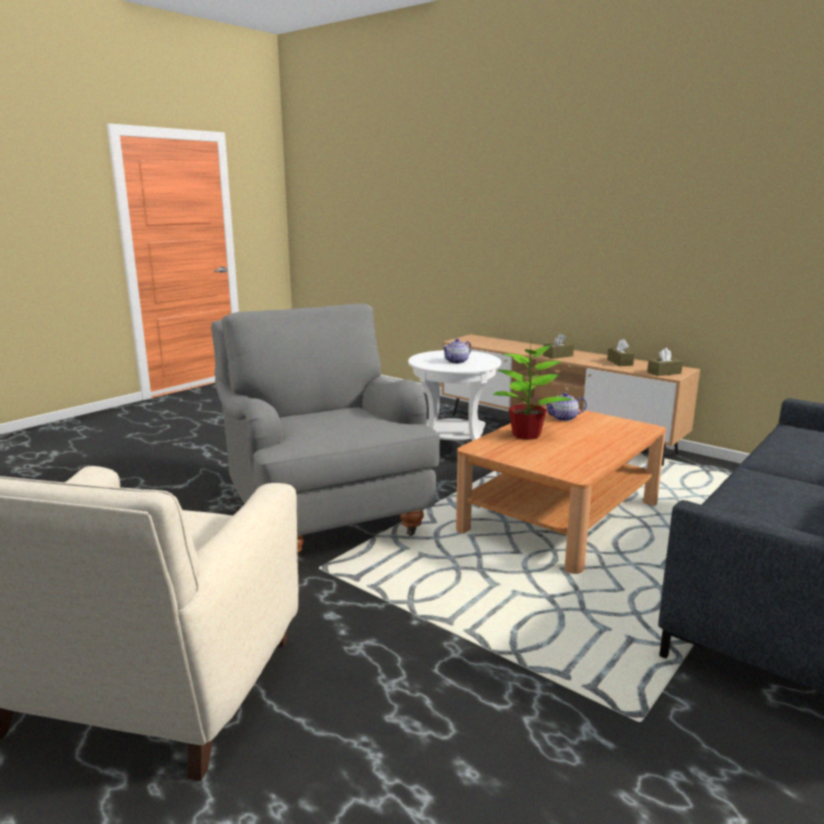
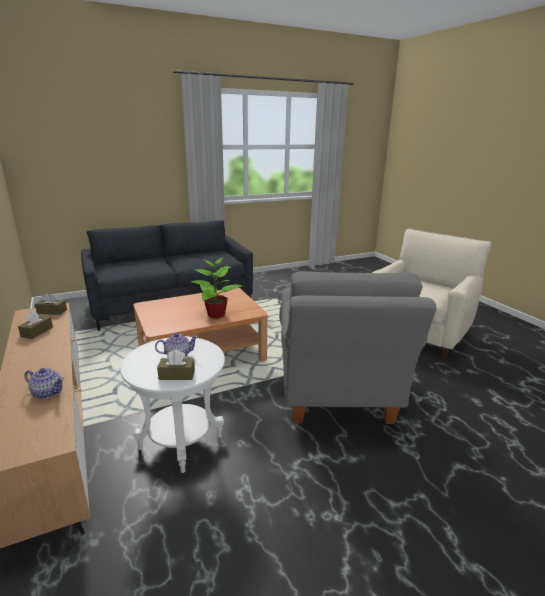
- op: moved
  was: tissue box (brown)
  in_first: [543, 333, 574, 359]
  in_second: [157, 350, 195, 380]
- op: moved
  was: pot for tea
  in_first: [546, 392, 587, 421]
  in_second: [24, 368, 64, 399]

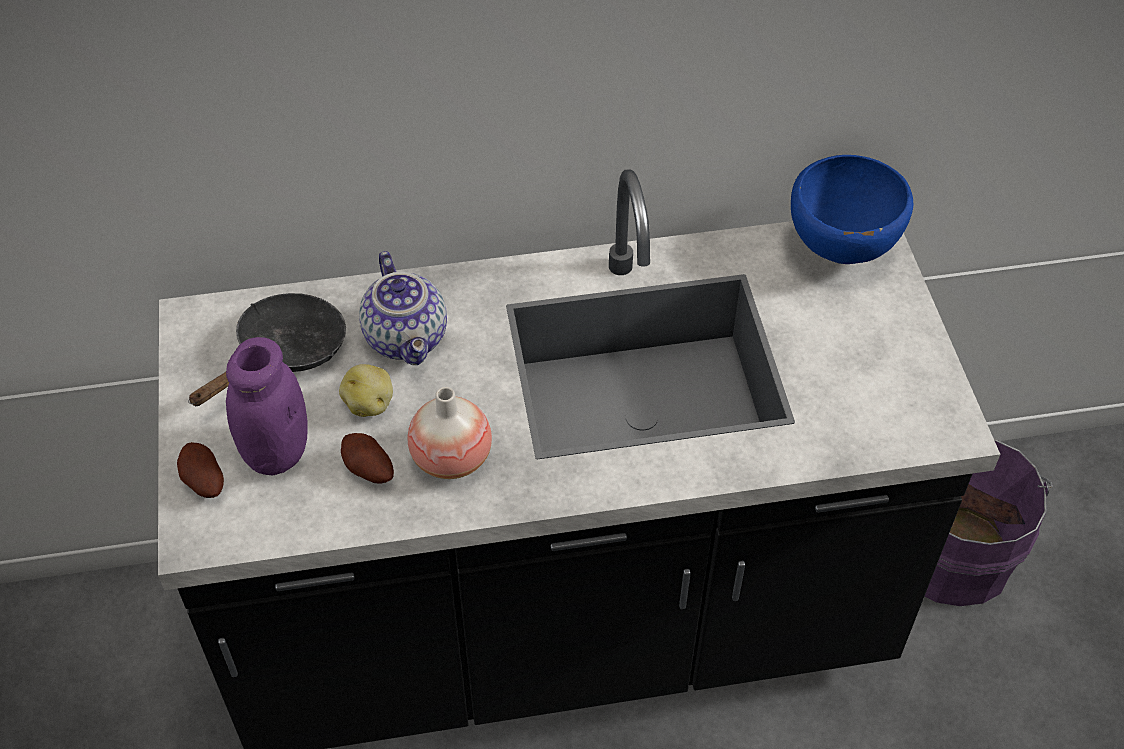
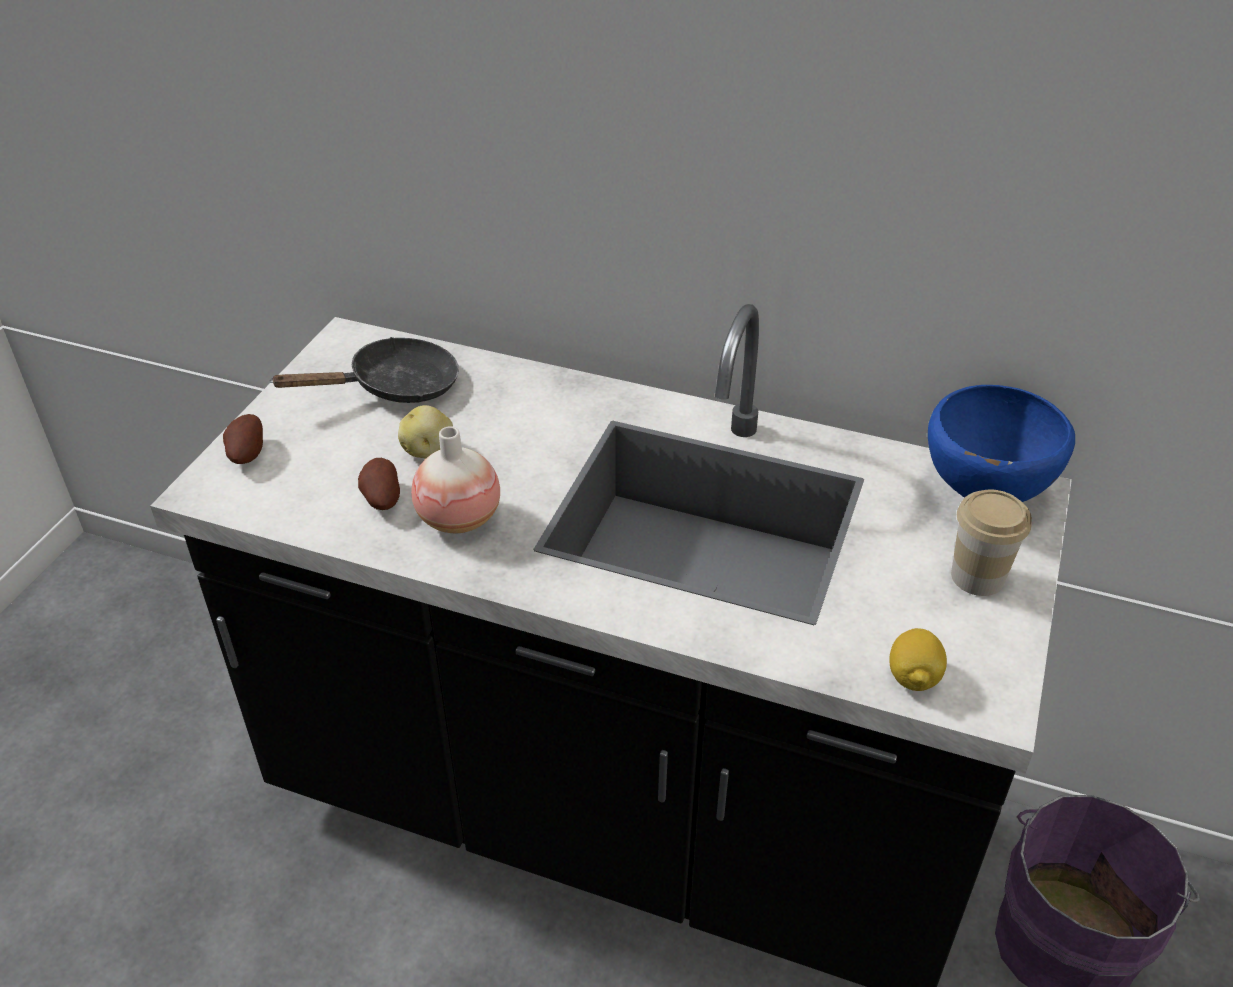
- op: removed
  was: jar (purple-coloured)
  in_first: [226, 337, 307, 475]
- op: removed
  was: pot for tea
  in_first: [359, 251, 447, 365]
- op: added
  now: lemon
  in_second: [889, 628, 947, 691]
- op: added
  now: cup
  in_second: [951, 490, 1032, 596]

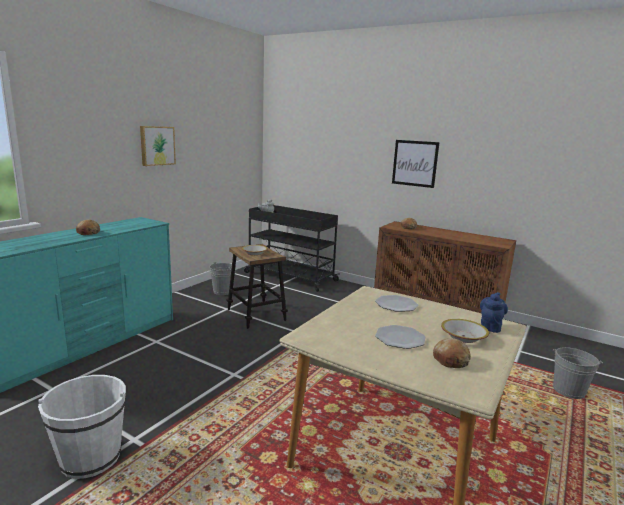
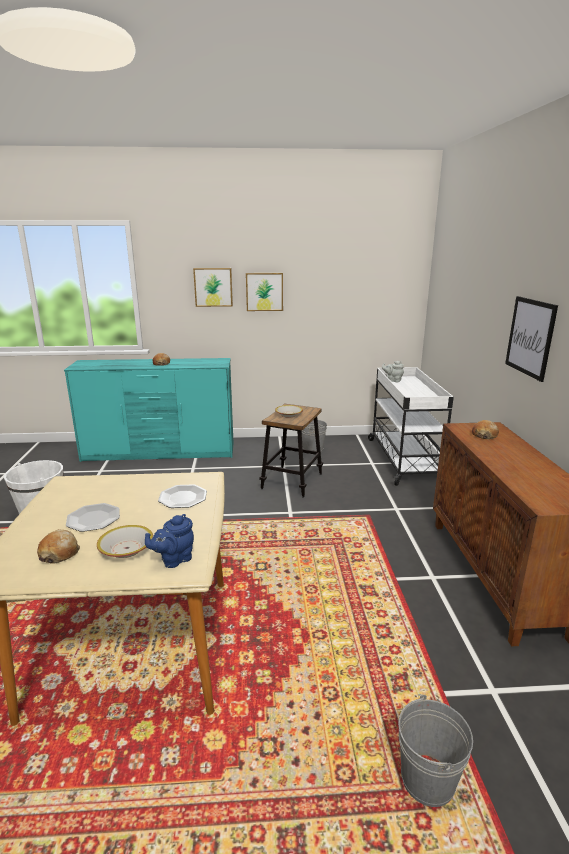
- op: added
  now: picture
  in_second: [193, 268, 233, 307]
- op: recoloured
  was: cart (black-coloured)
  now: cart (white-coloured)
  in_first: [244, 205, 340, 292]
  in_second: [368, 367, 454, 486]
- op: turned
  was: pot for tea (blue)
  in_first: [480, 292, 508, 333]
  in_second: [145, 514, 194, 568]
  clockwise: 150

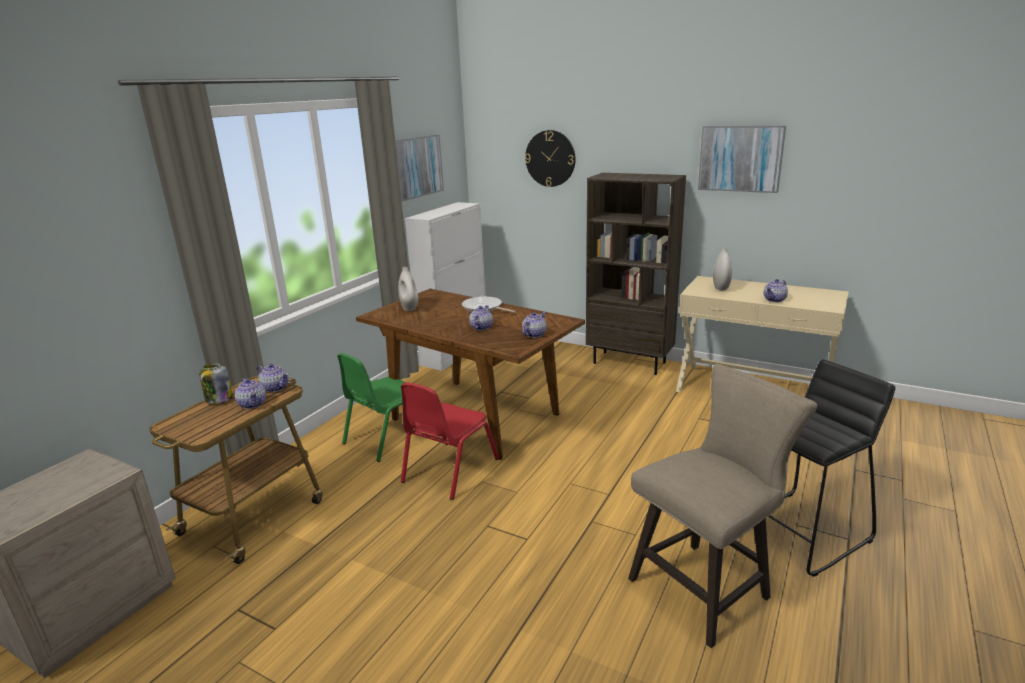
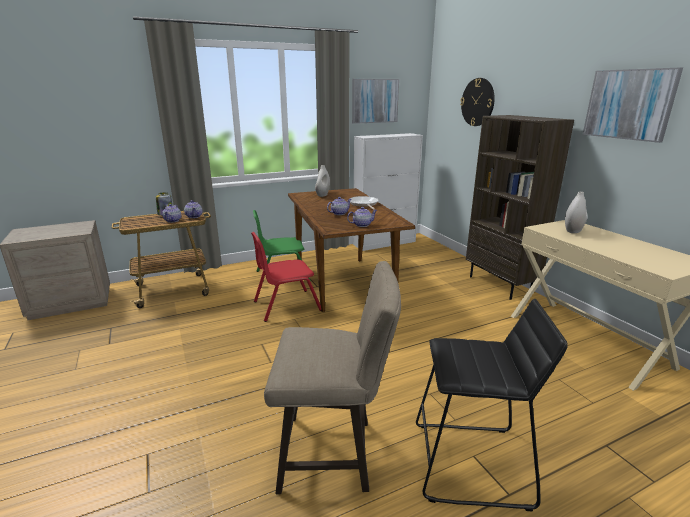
- op: removed
  was: pot for tea
  in_first: [764, 279, 788, 302]

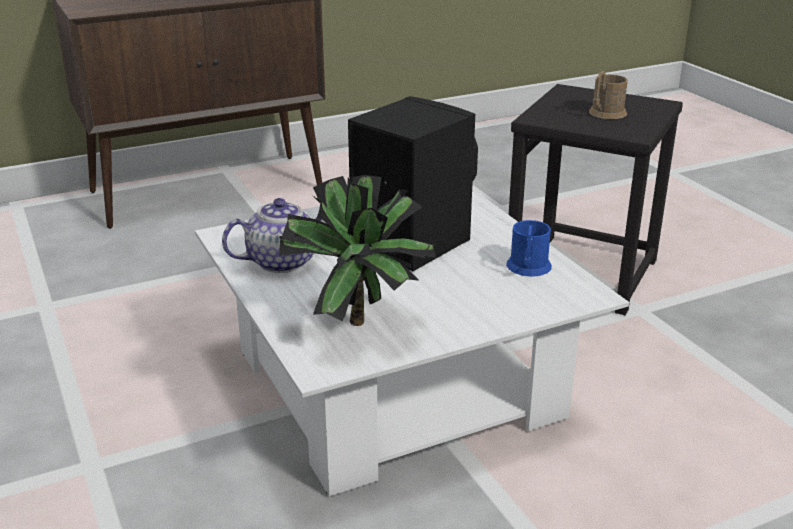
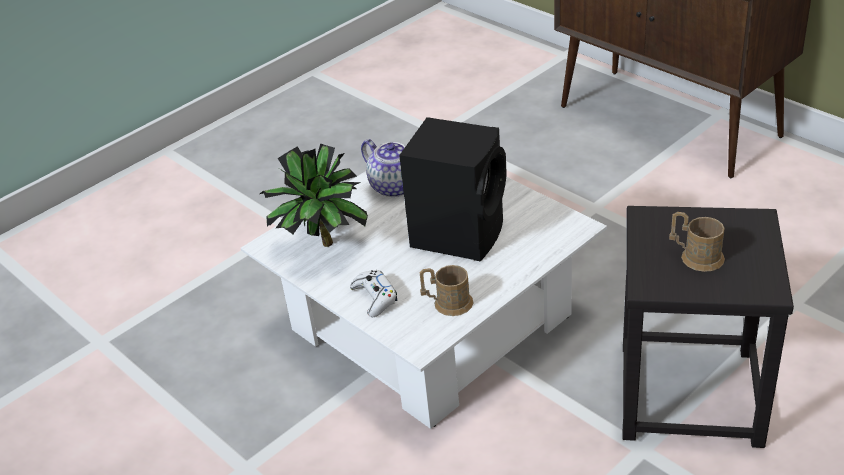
- op: added
  now: game controller (white-coloured)
  in_second: [350, 270, 398, 317]
- op: recoloured
  was: tea mug (blue)
  now: tea mug (brown)
  in_first: [506, 220, 552, 277]
  in_second: [419, 265, 473, 316]

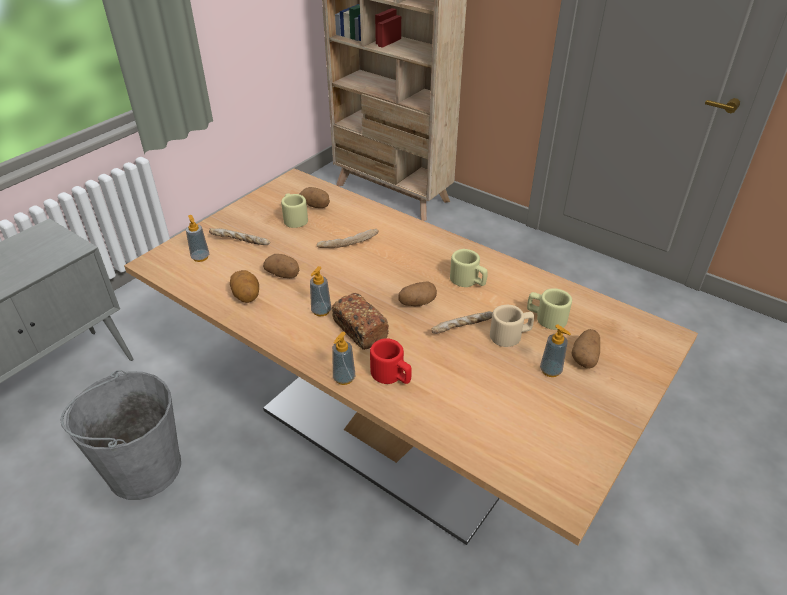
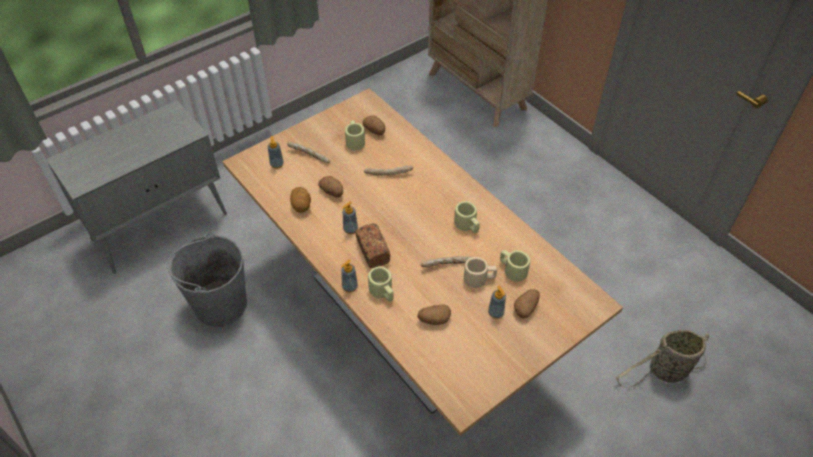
- op: added
  now: household basket
  in_second: [616, 330, 709, 388]
- op: moved
  was: whole potato
  in_first: [398, 281, 437, 306]
  in_second: [417, 305, 451, 325]
- op: recoloured
  was: tea mug (red)
  now: tea mug (sand-coloured)
  in_first: [370, 338, 412, 384]
  in_second: [368, 266, 394, 301]

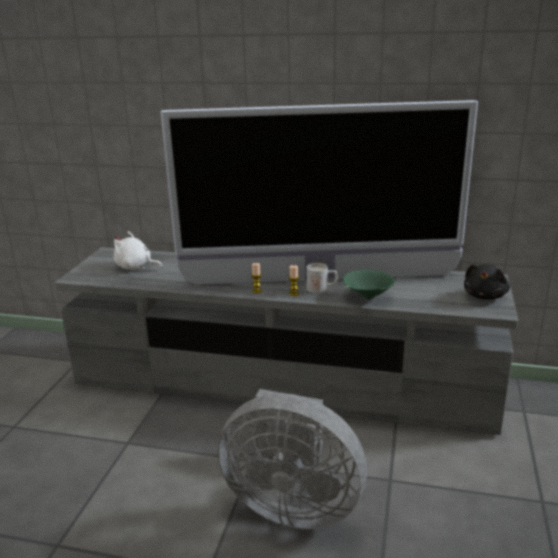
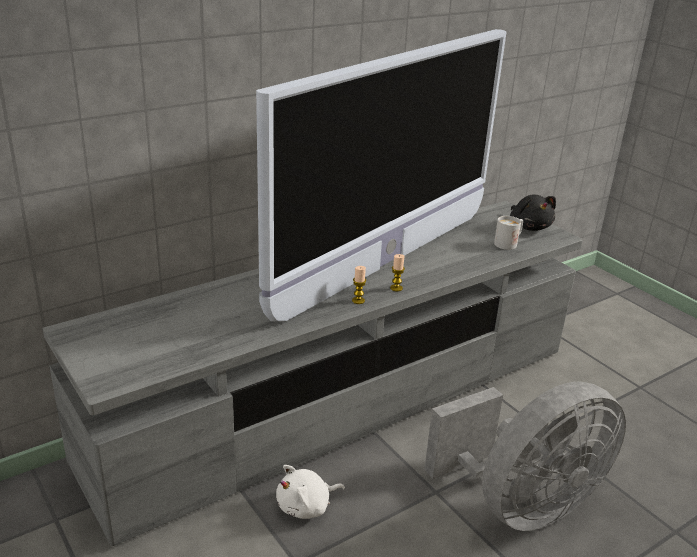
- op: removed
  was: serving bowl (green-coloured)
  in_first: [343, 270, 395, 299]
- op: moved
  was: plush toy (white-coloured)
  in_first: [113, 231, 163, 270]
  in_second: [276, 465, 345, 519]
- op: moved
  was: tea mug (white-coloured)
  in_first: [307, 263, 337, 293]
  in_second: [494, 216, 523, 250]

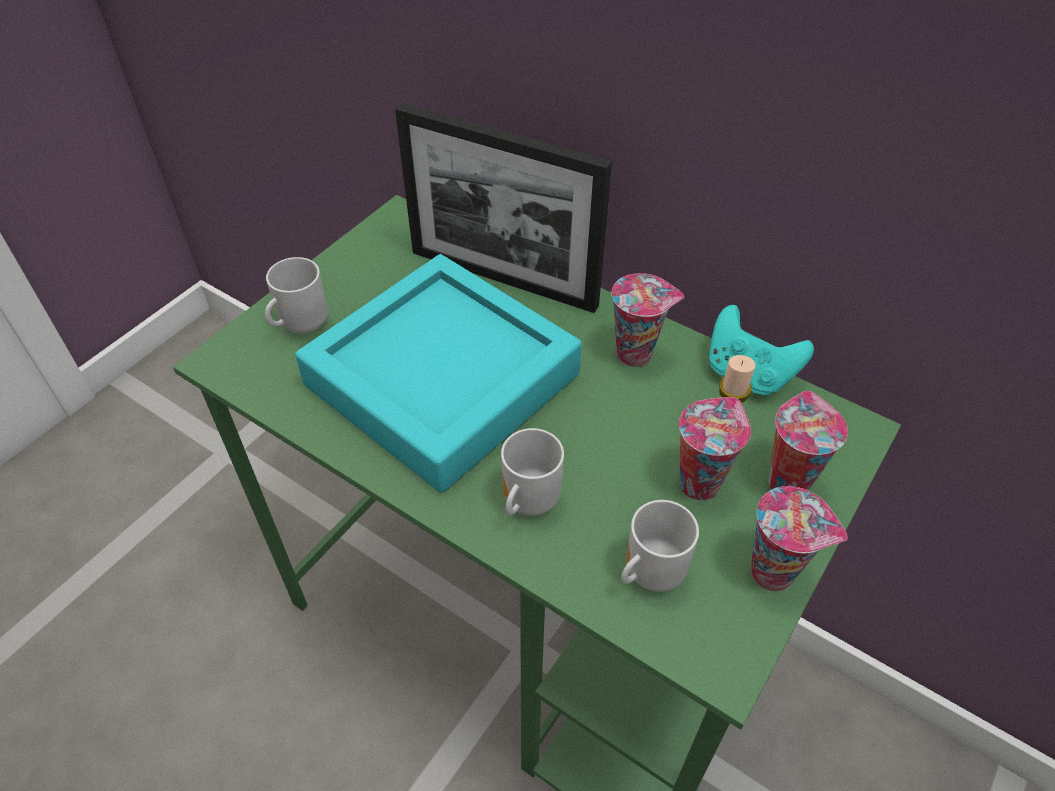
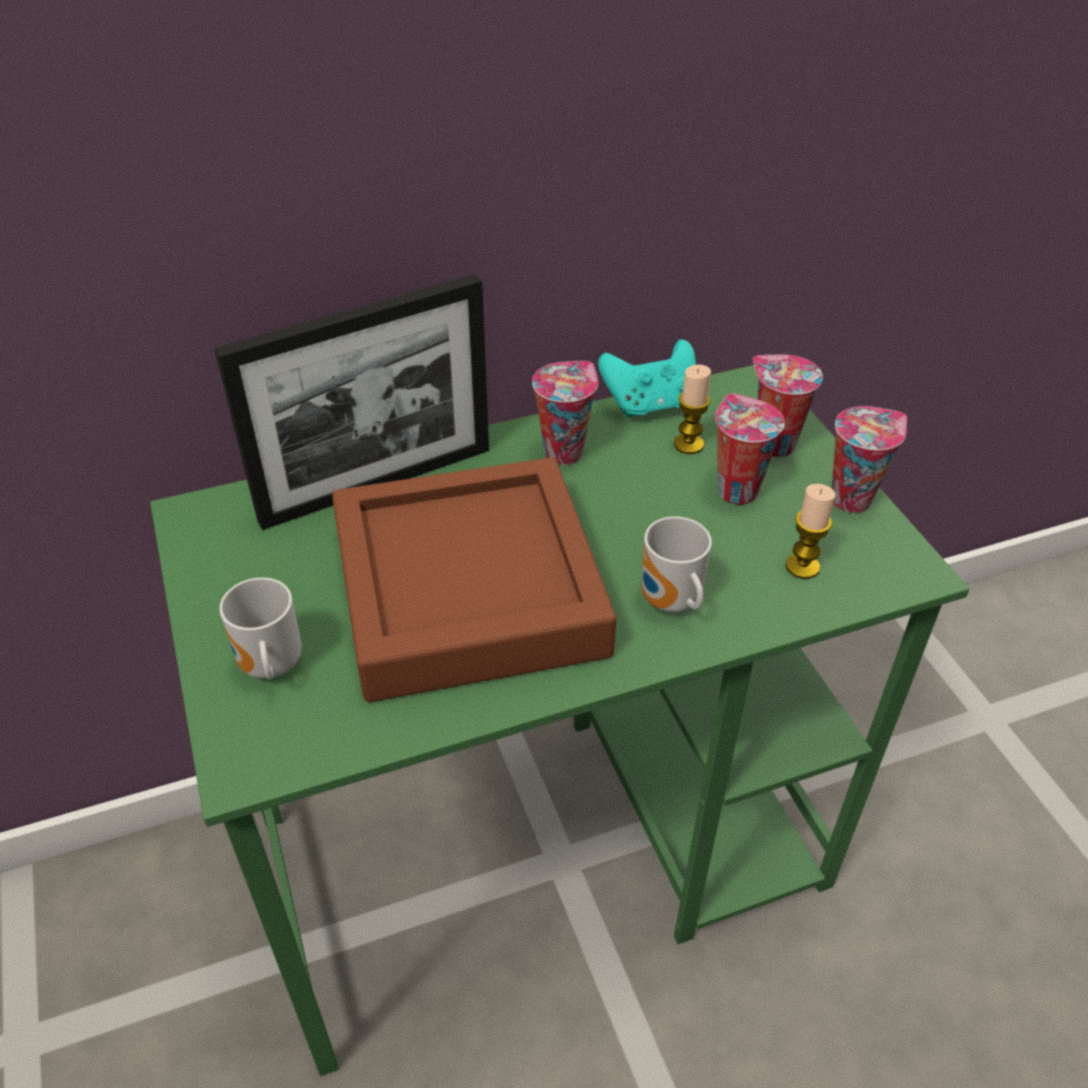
- op: replaced
  was: tea mug
  now: wax light
  in_first: [621, 500, 699, 592]
  in_second: [785, 484, 835, 579]
- op: recoloured
  was: tray (blue-green)
  now: tray (brown)
  in_first: [295, 254, 582, 493]
  in_second: [332, 457, 616, 702]

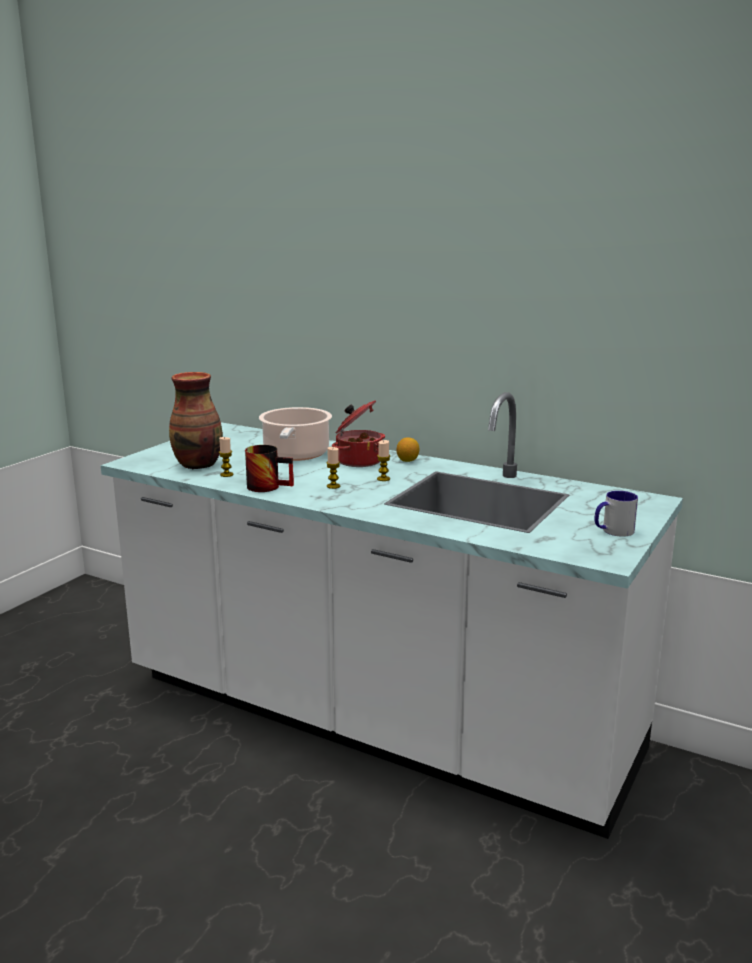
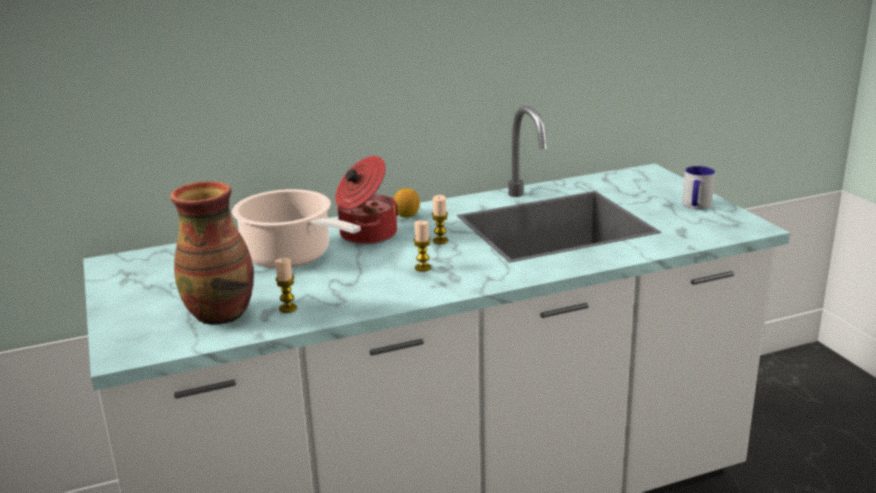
- op: removed
  was: tea mug
  in_first: [245, 445, 294, 492]

